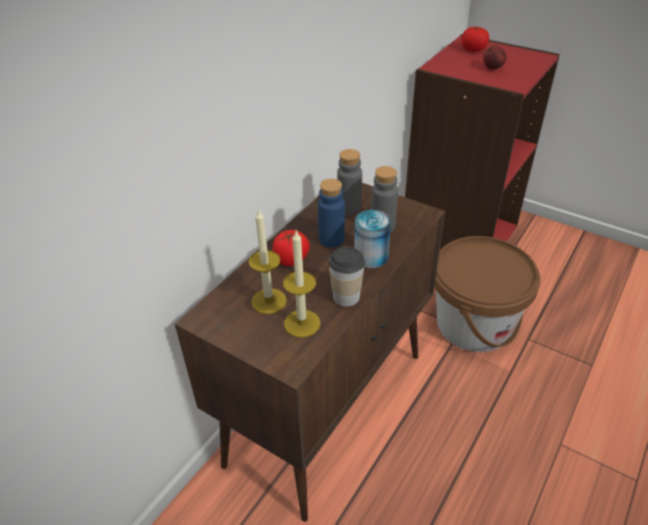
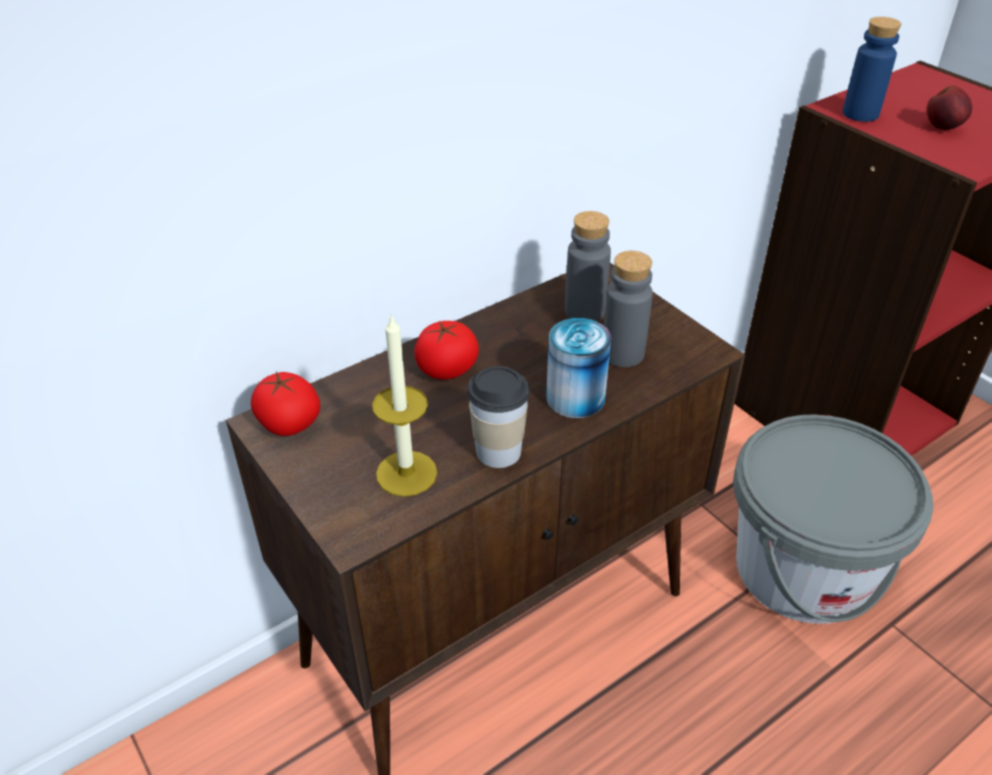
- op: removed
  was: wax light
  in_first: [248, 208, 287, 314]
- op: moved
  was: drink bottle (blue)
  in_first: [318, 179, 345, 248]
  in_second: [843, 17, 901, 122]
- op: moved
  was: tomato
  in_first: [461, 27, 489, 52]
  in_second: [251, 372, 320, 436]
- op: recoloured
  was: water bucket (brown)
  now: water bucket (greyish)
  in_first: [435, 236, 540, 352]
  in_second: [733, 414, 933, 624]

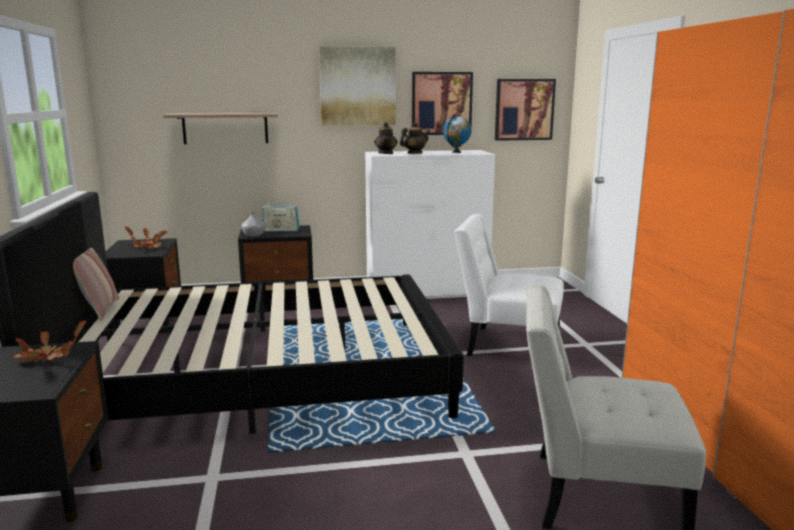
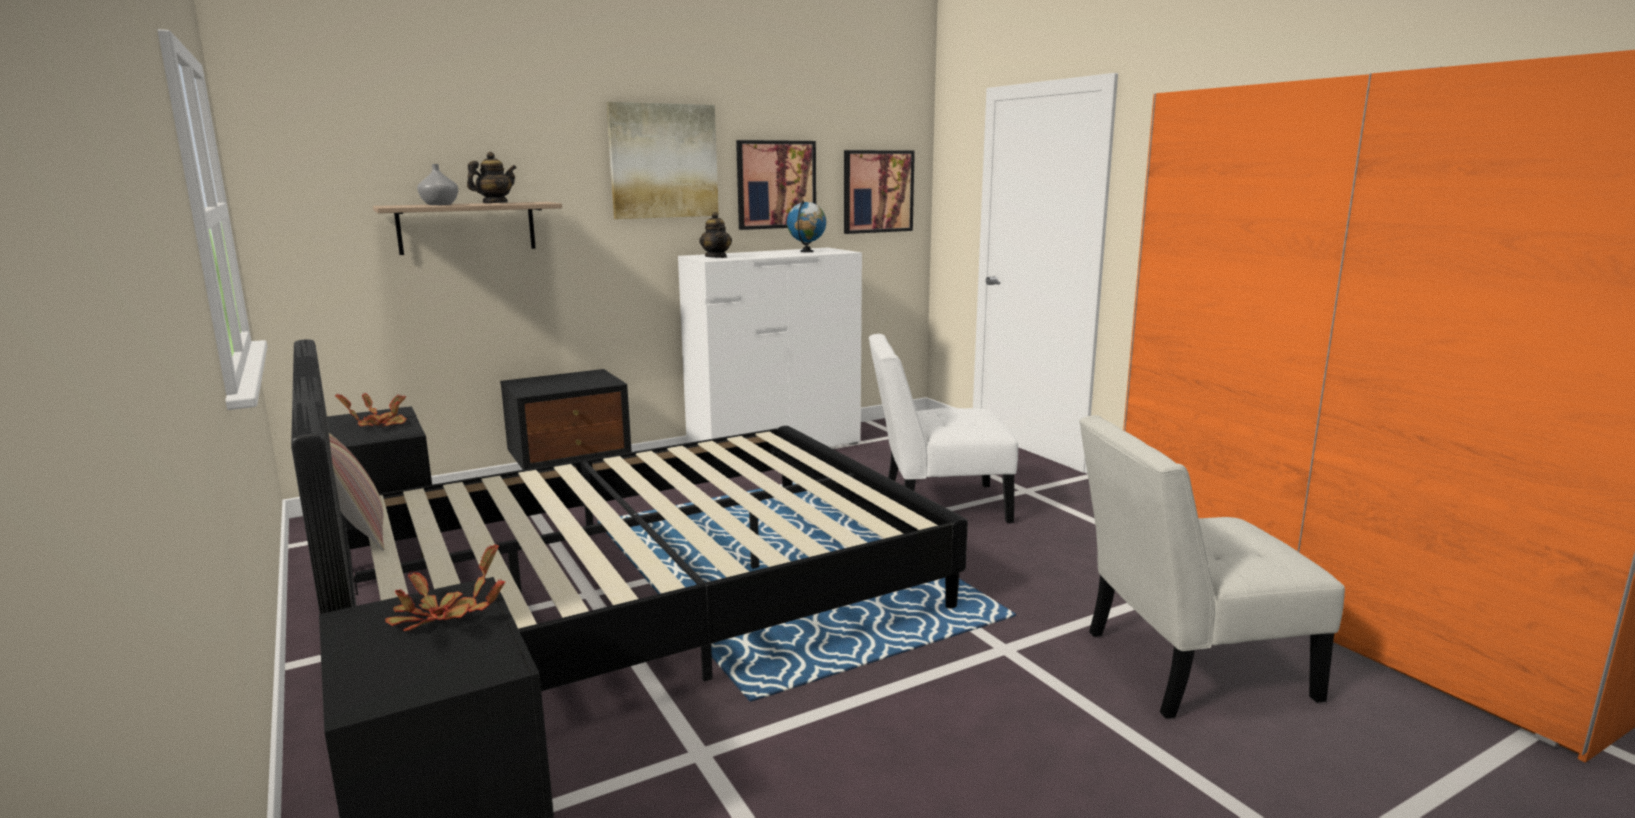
- op: removed
  was: radio receiver
  in_first: [262, 200, 300, 232]
- op: moved
  was: decorative vase (greyish)
  in_first: [241, 211, 265, 237]
  in_second: [417, 164, 458, 205]
- op: moved
  was: pot for tea
  in_first: [400, 122, 430, 154]
  in_second: [467, 152, 517, 203]

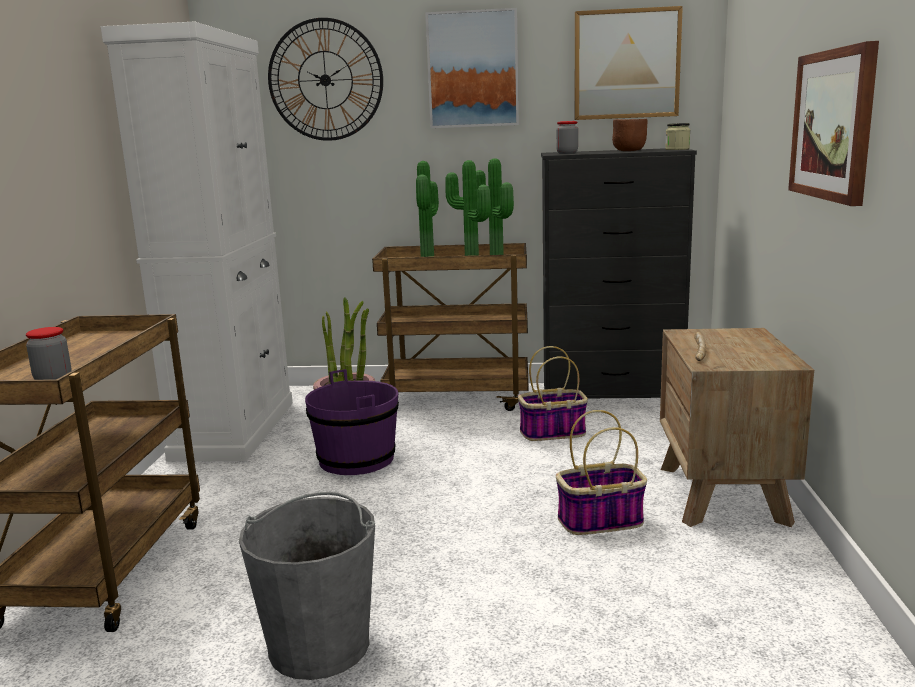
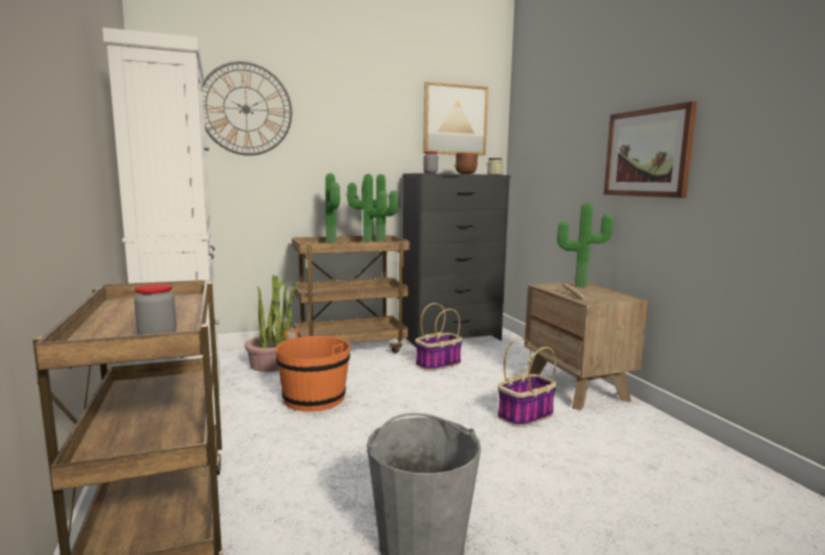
- op: removed
  was: picture
  in_first: [425, 8, 519, 128]
- op: added
  now: houseplant
  in_second: [557, 203, 613, 288]
- op: recoloured
  was: water bucket (purple-coloured)
  now: water bucket (orange)
  in_first: [305, 369, 399, 475]
  in_second: [276, 328, 350, 412]

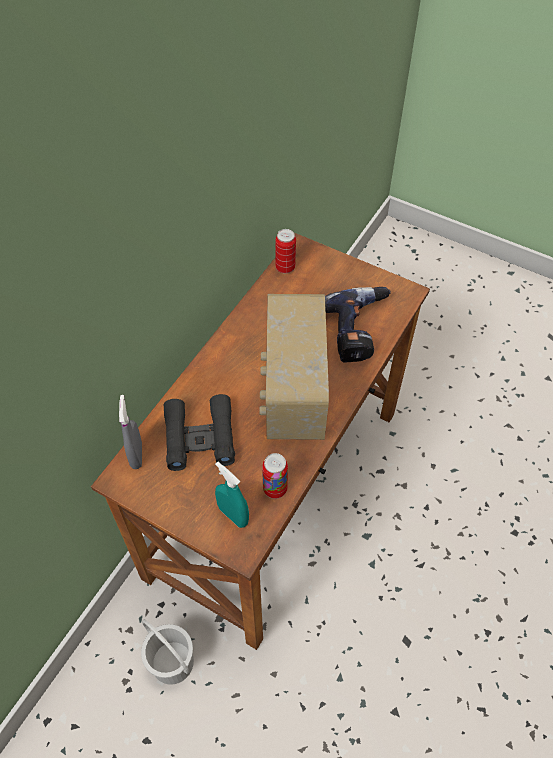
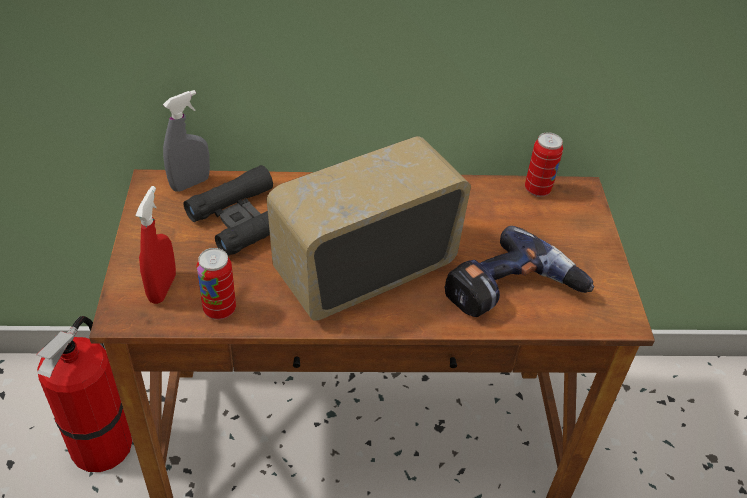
- op: replaced
  was: water bucket (white-coloured)
  now: fire-fighting cylinder
  in_first: [141, 619, 194, 685]
  in_second: [36, 316, 132, 472]
- op: recoloured
  was: hand sprayer (blue-green)
  now: hand sprayer (red)
  in_first: [215, 462, 249, 528]
  in_second: [135, 186, 176, 304]

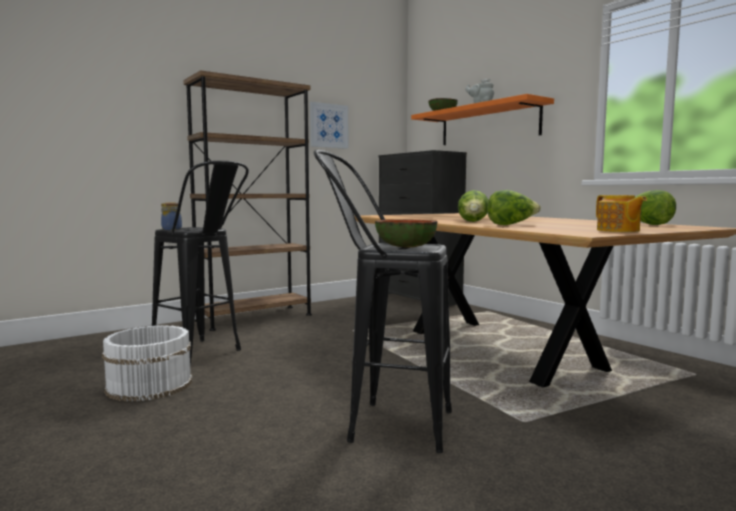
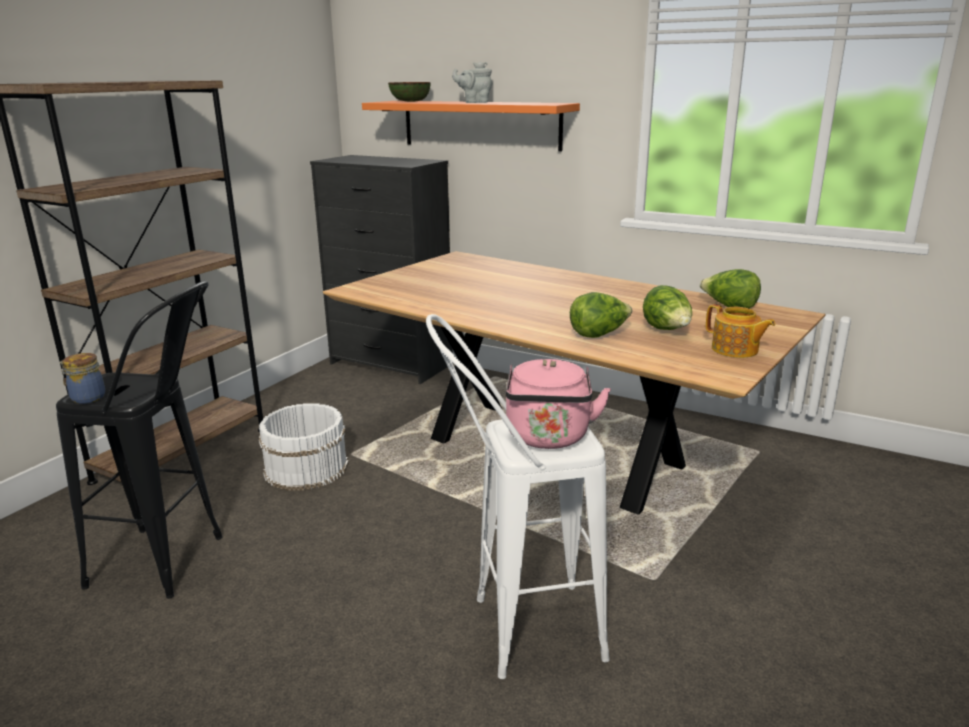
- op: removed
  was: picture
  in_first: [310, 102, 348, 149]
- op: moved
  was: water bucket (white-coloured)
  in_first: [102, 325, 192, 402]
  in_second: [259, 403, 349, 491]
- op: moved
  was: head of lettuce
  in_first: [458, 190, 489, 222]
  in_second: [643, 285, 692, 330]
- op: replaced
  was: serving bowl
  now: water kettle (pinkish)
  in_first: [375, 219, 438, 247]
  in_second: [506, 359, 611, 449]
- op: recoloured
  was: stool seat (black-coloured)
  now: stool seat (white-coloured)
  in_first: [313, 149, 452, 453]
  in_second: [426, 314, 610, 679]

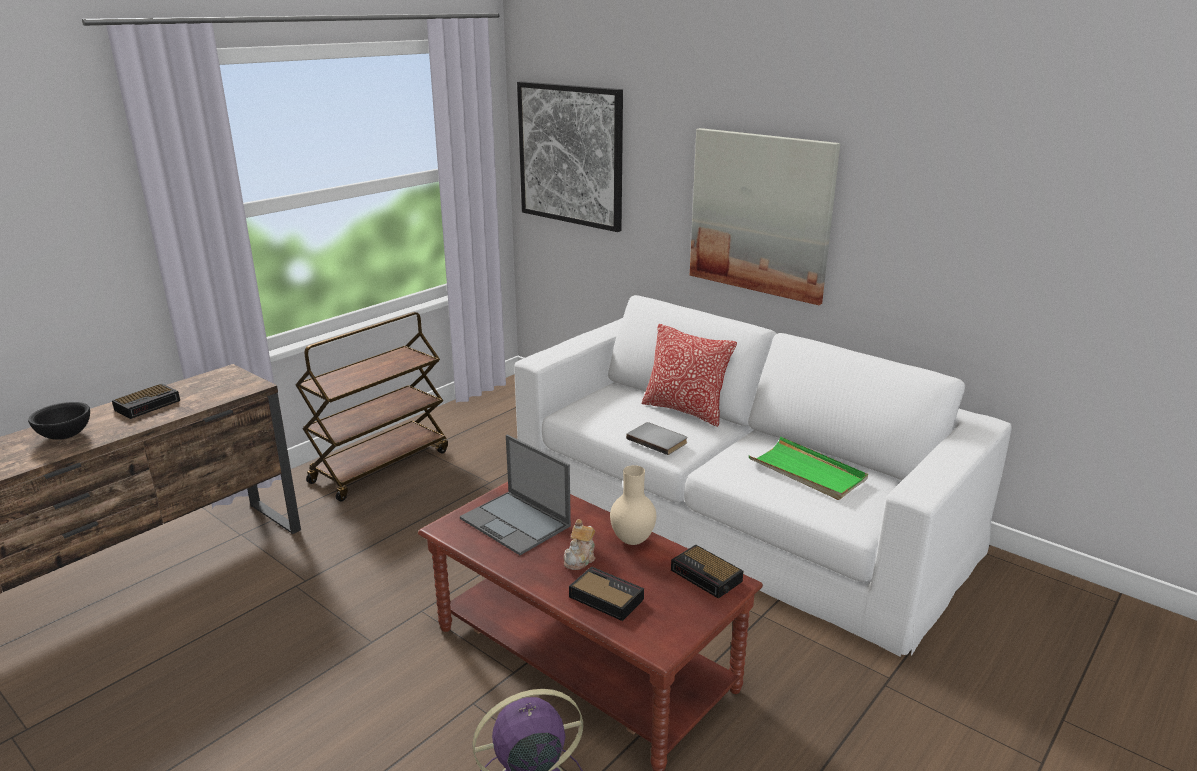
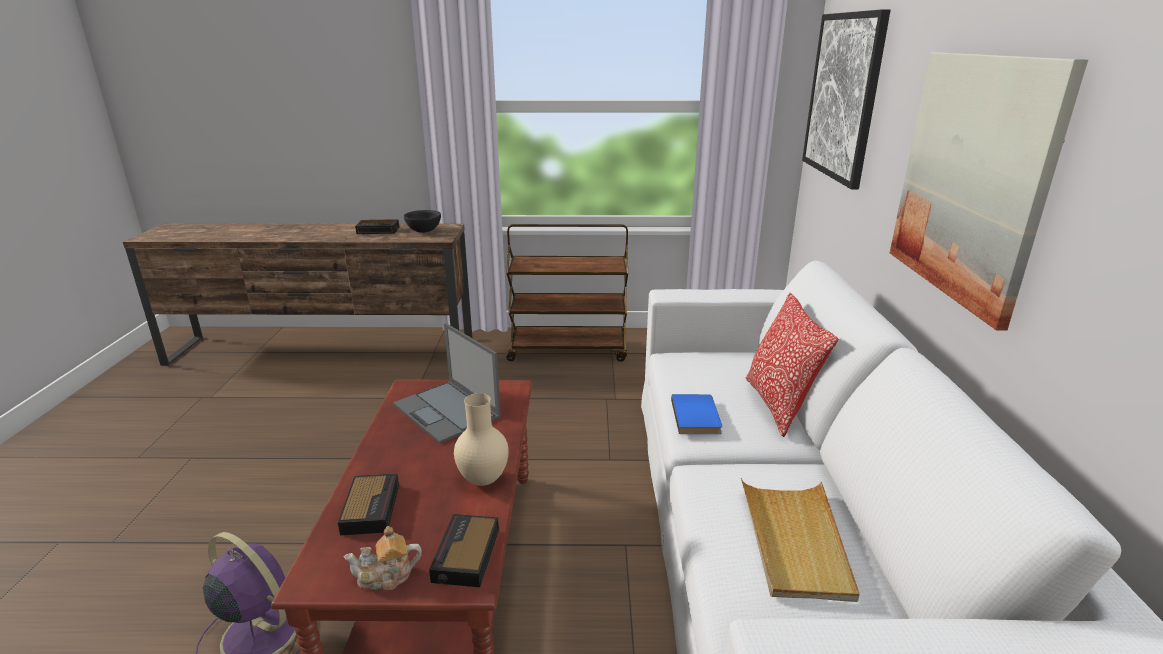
- op: moved
  was: serving bowl (black-coloured)
  in_first: [28, 402, 90, 440]
  in_second: [404, 210, 441, 233]
- op: moved
  was: pot for tea
  in_first: [564, 519, 595, 570]
  in_second: [344, 526, 422, 590]
- op: recoloured
  was: volume (greyish)
  now: volume (blue)
  in_first: [626, 422, 688, 455]
  in_second: [671, 394, 722, 434]
- op: recoloured
  was: tray (green-coloured)
  now: tray (sand-coloured)
  in_first: [749, 437, 868, 500]
  in_second: [741, 478, 860, 602]
- op: turned
  was: notebook computer
  in_first: [460, 434, 571, 555]
  in_second: [393, 323, 501, 444]
  clockwise: -45

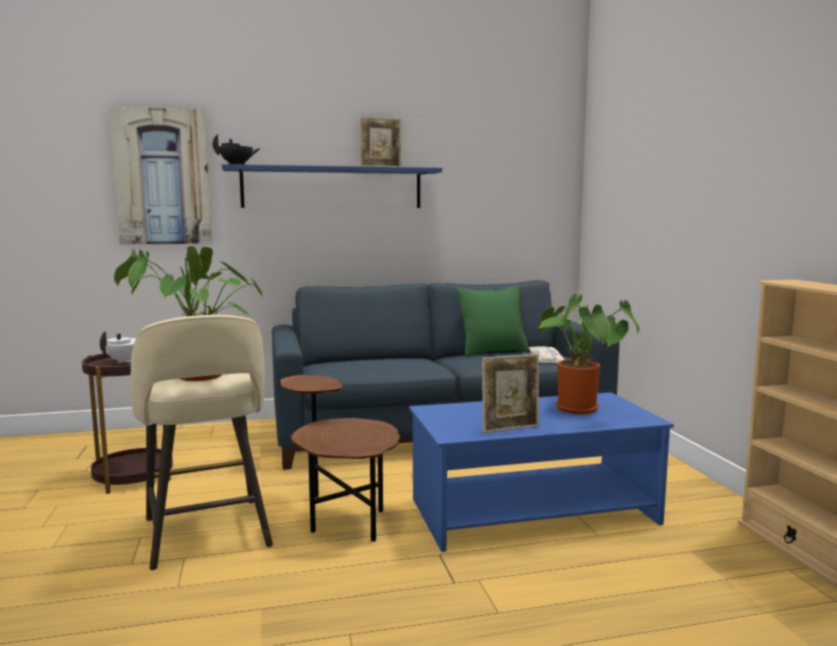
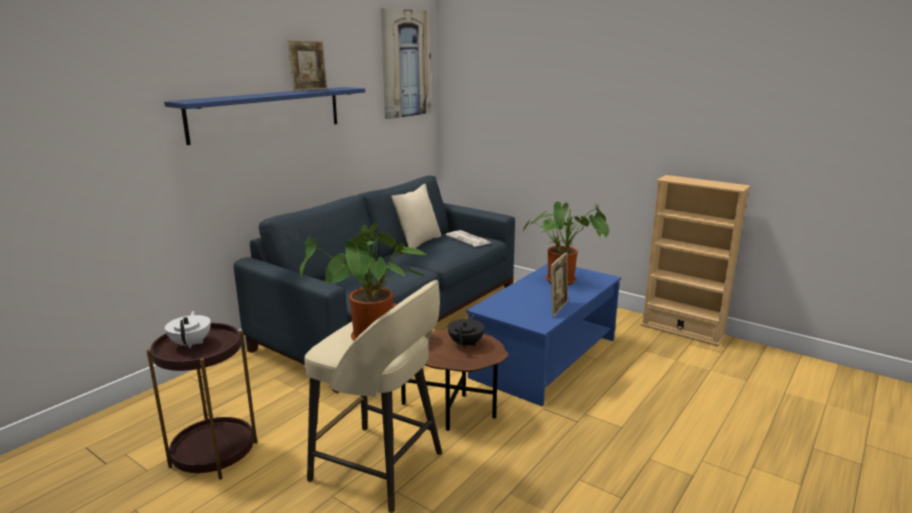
- op: moved
  was: picture
  in_first: [109, 107, 212, 245]
  in_second: [381, 8, 432, 119]
- op: moved
  was: pot for tea (black-coloured)
  in_first: [213, 134, 260, 165]
  in_second: [448, 315, 485, 348]
- op: recoloured
  was: throw pillow (green-coloured)
  now: throw pillow (sand-coloured)
  in_first: [456, 285, 529, 357]
  in_second: [392, 184, 441, 249]

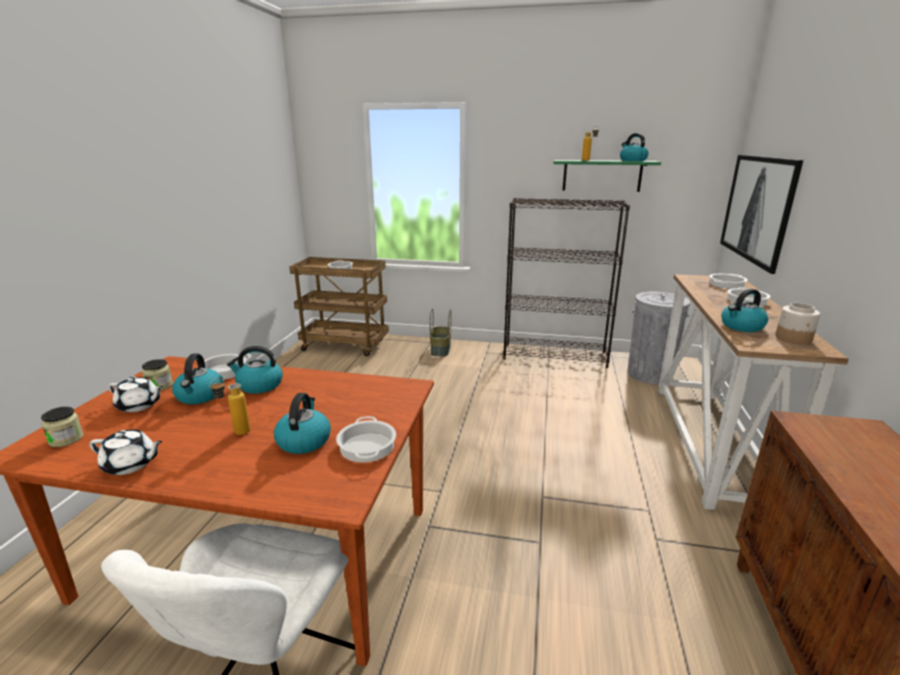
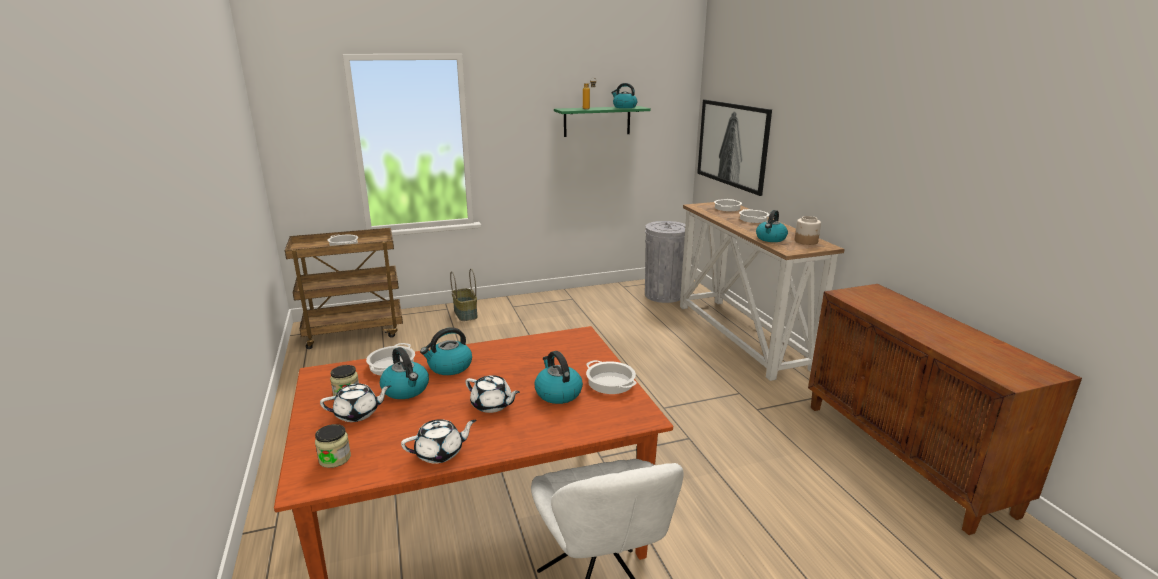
- op: removed
  was: bookcase (black-coloured)
  in_first: [503, 198, 630, 368]
- op: replaced
  was: drink bottle
  now: pot for tea (white-coloured)
  in_first: [210, 379, 251, 435]
  in_second: [466, 375, 520, 413]

